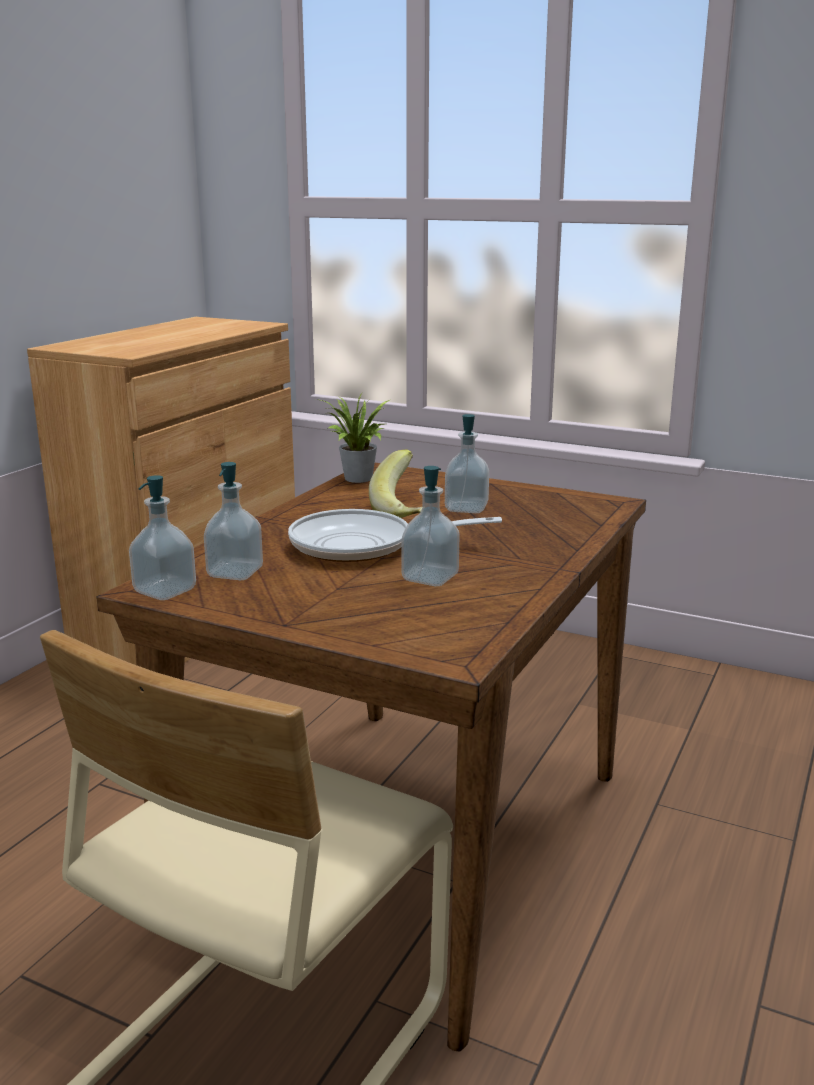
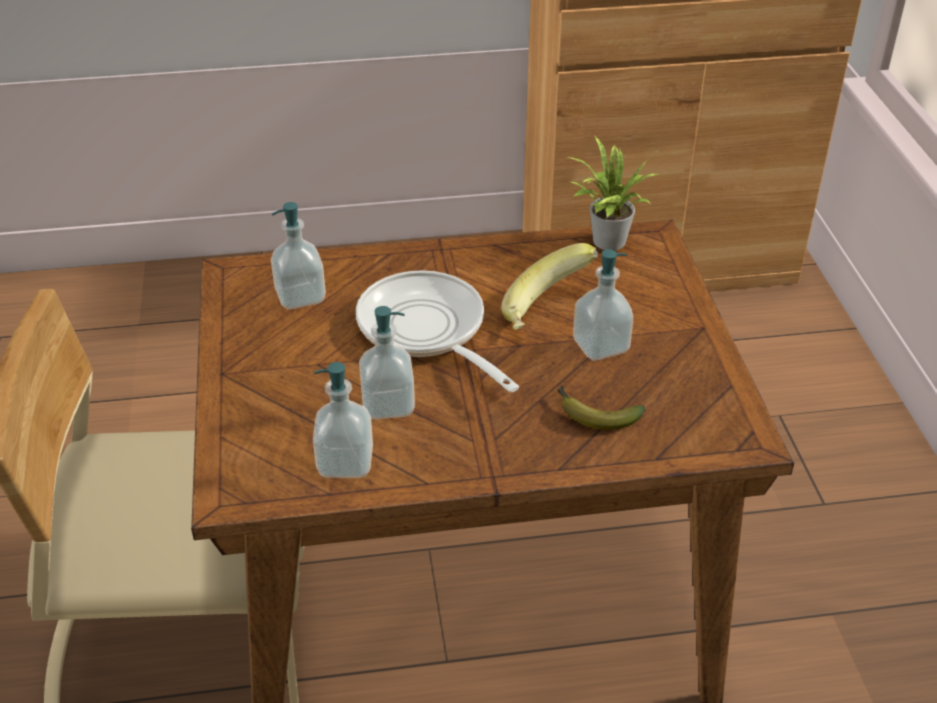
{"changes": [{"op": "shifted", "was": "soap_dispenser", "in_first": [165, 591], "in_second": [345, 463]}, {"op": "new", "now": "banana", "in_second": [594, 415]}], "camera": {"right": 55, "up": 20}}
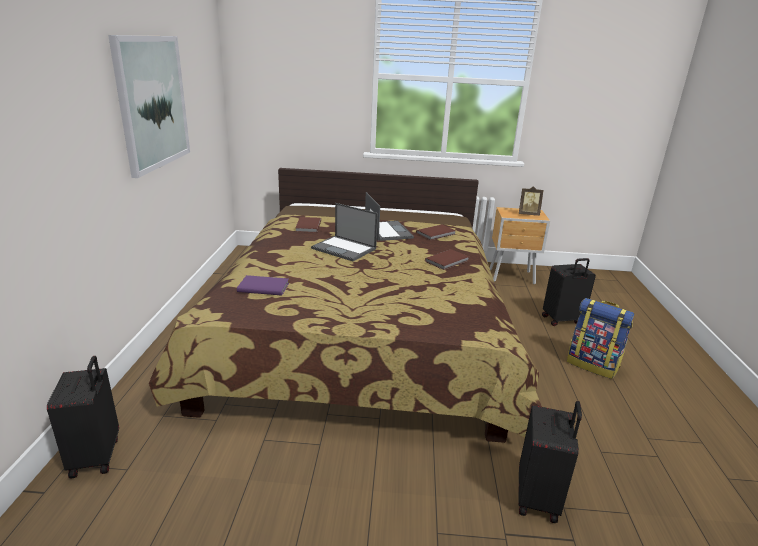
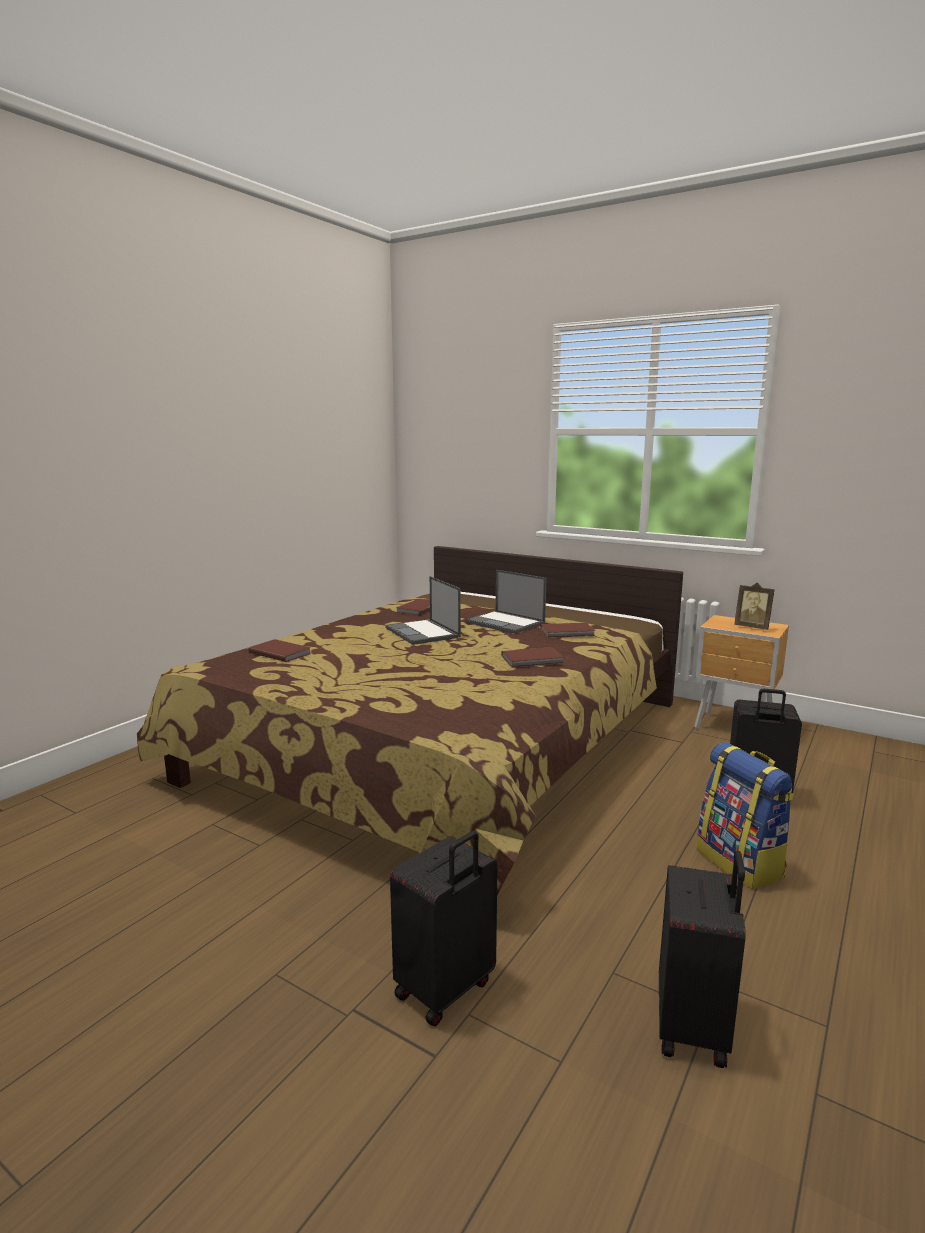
{"changes": [{"op": "gone", "was": "picture", "in_first": [152, 102]}, {"op": "rotated", "was": "laptop", "in_first": [387, 231], "in_second": [506, 623], "clockwise": 120}, {"op": "repainted", "was": "purple_book", "now": "brown_book", "in_first": [263, 287], "in_second": [280, 652]}, {"op": "shifted", "was": "black_suitcase", "in_first": [97, 456], "in_second": [694, 1027]}], "camera": {"right": 30, "up": -10}}
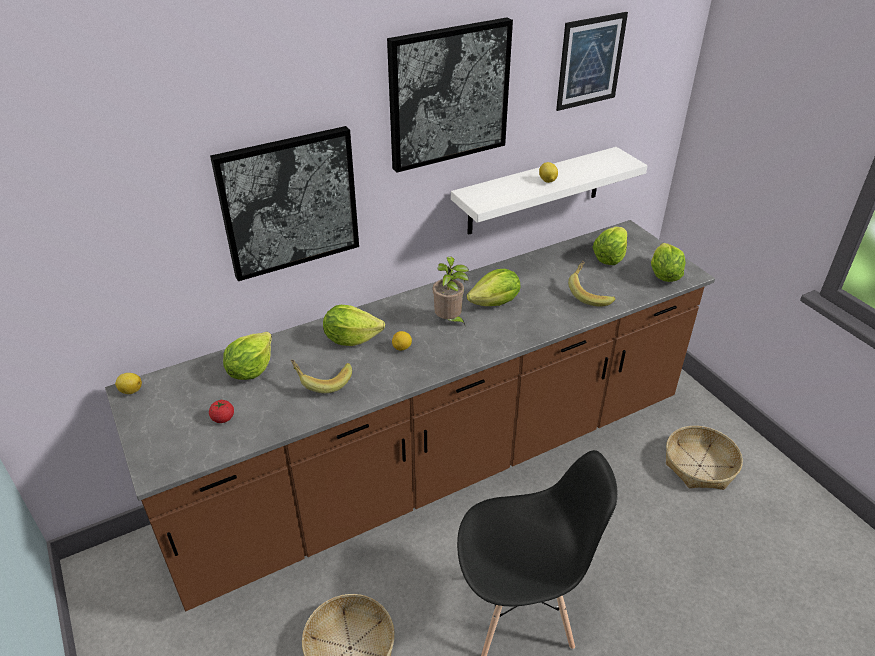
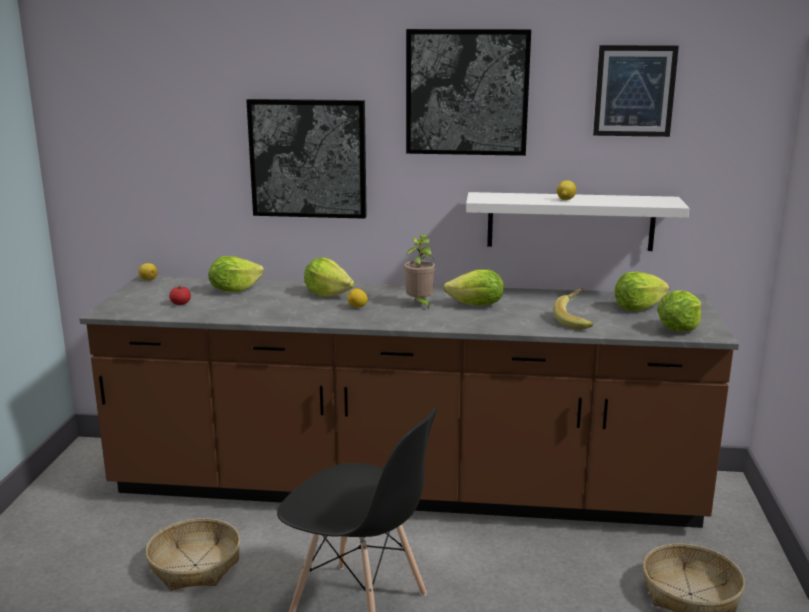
{"changes": [{"op": "gone", "was": "banana", "in_first": [322, 381]}], "camera": {"right": 35, "up": -20}}
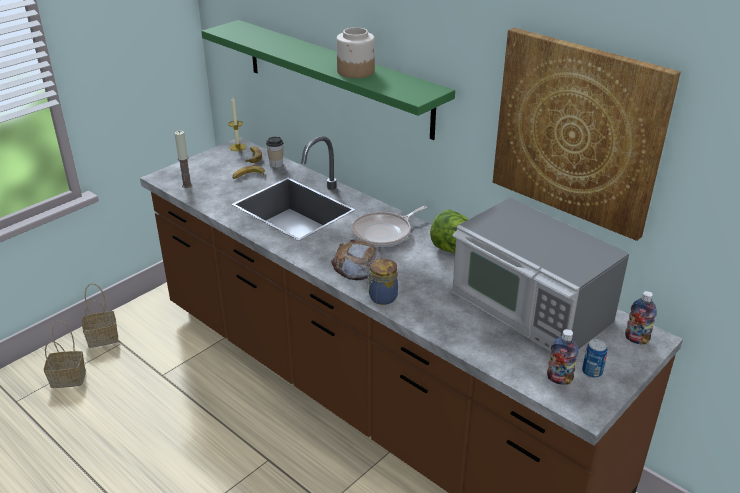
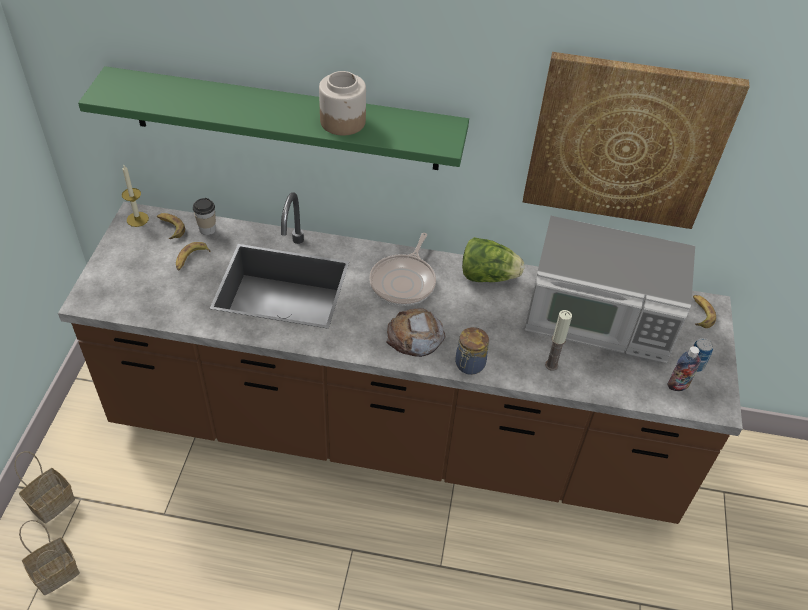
{"changes": [{"op": "shifted", "was": "candle", "in_first": [187, 185], "in_second": [551, 365]}, {"op": "swapped", "was": "bottle", "now": "banana", "in_first": [636, 339], "in_second": [700, 313]}], "camera": {"right": -35, "up": 15}}
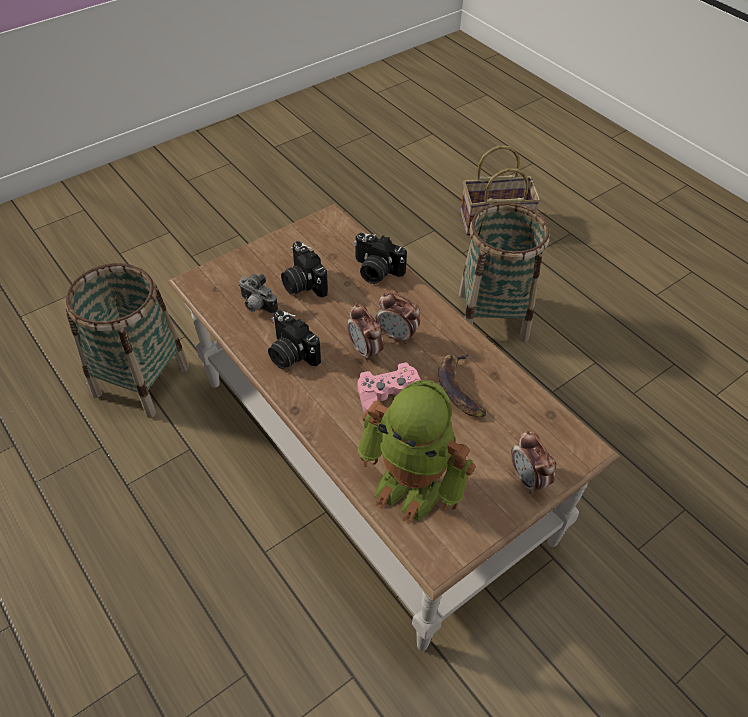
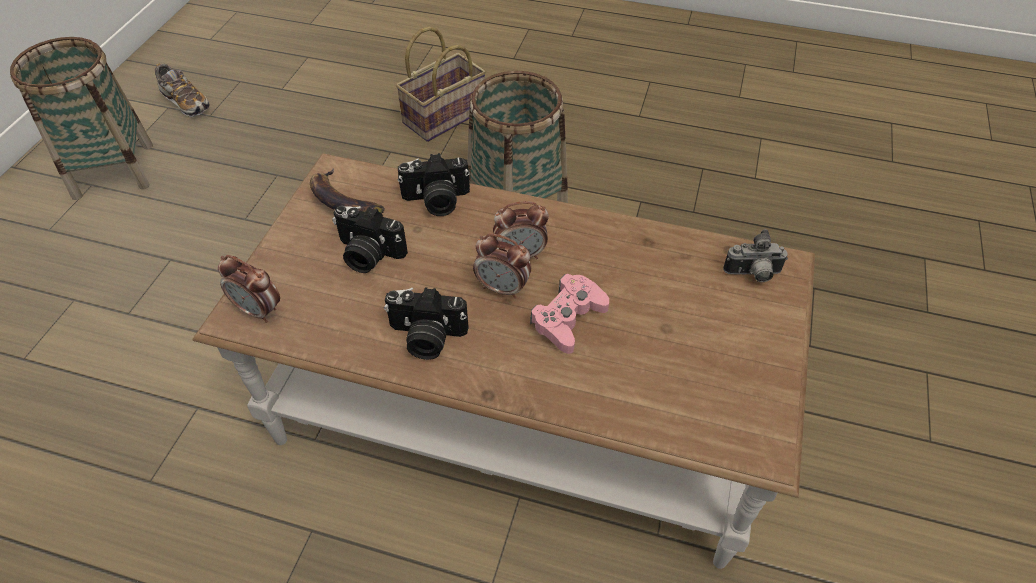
{"changes": [{"op": "shifted", "was": "basket", "in_first": [141, 381], "in_second": [113, 171]}, {"op": "shifted", "was": "photo_camera", "in_first": [256, 306], "in_second": [753, 275]}, {"op": "shifted", "was": "banana", "in_first": [459, 388], "in_second": [343, 201]}, {"op": "gone", "was": "toy_robot", "in_first": [412, 485]}, {"op": "shifted", "was": "alarm_clock", "in_first": [528, 479], "in_second": [259, 310]}, {"op": "new", "now": "shoe", "in_second": [186, 102]}], "camera": {"right": -35, "up": 0}}
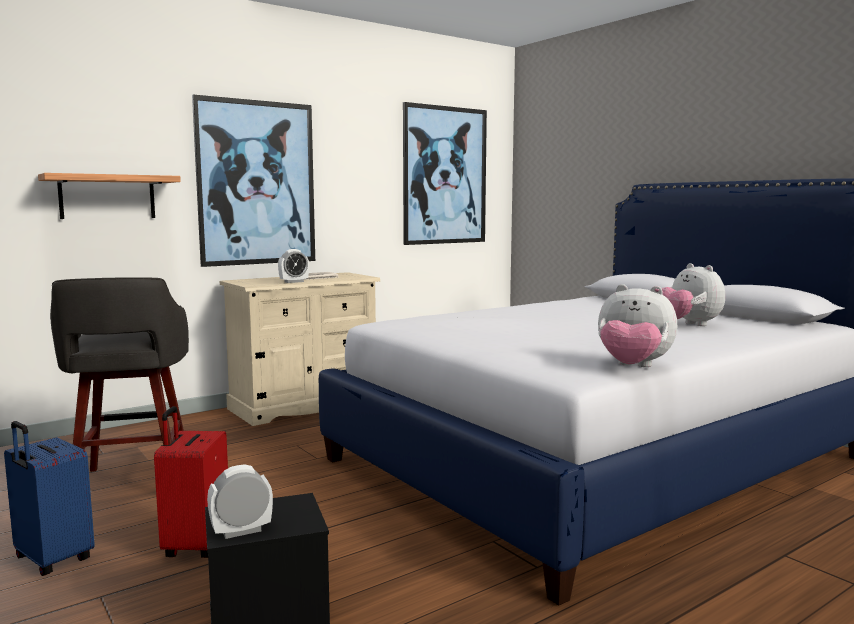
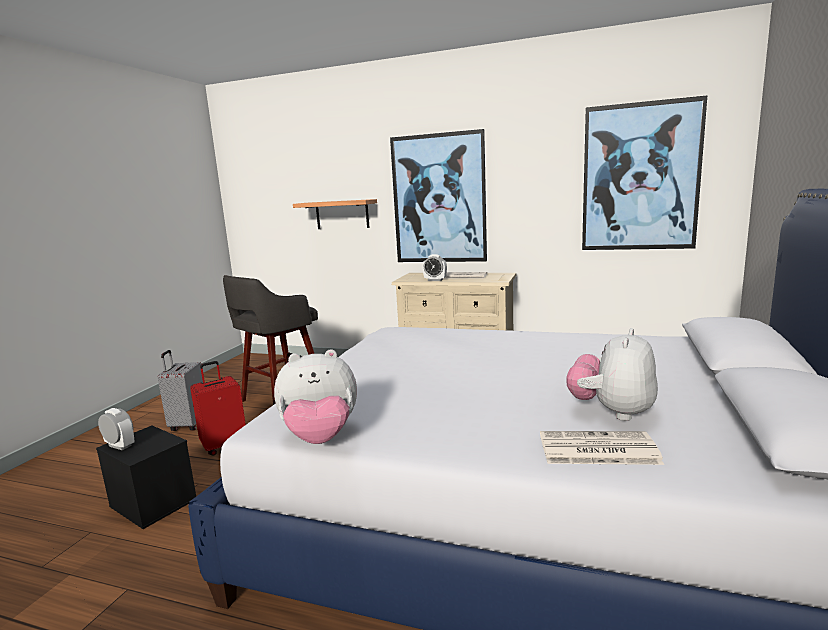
{"changes": [{"op": "rotated", "was": "plush_toy", "in_first": [633, 367], "in_second": [320, 437], "clockwise": -90}, {"op": "repainted", "was": "blue_suitcase", "now": "grey_suitcase", "in_first": [52, 560], "in_second": [188, 424]}, {"op": "new", "now": "newspaper", "in_second": [596, 449]}], "camera": {"right": 55, "up": 5}}
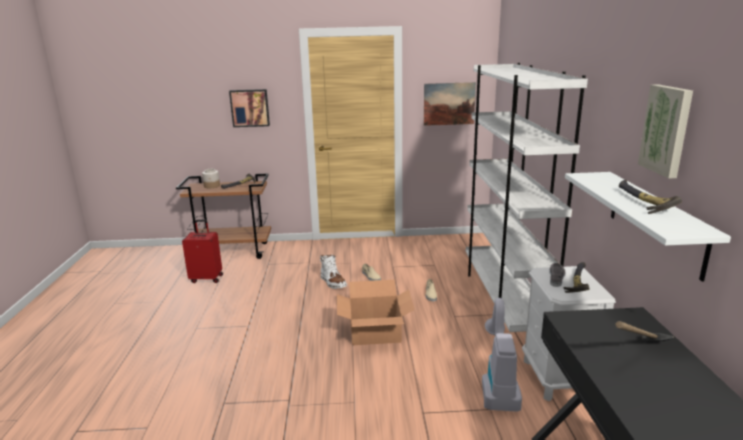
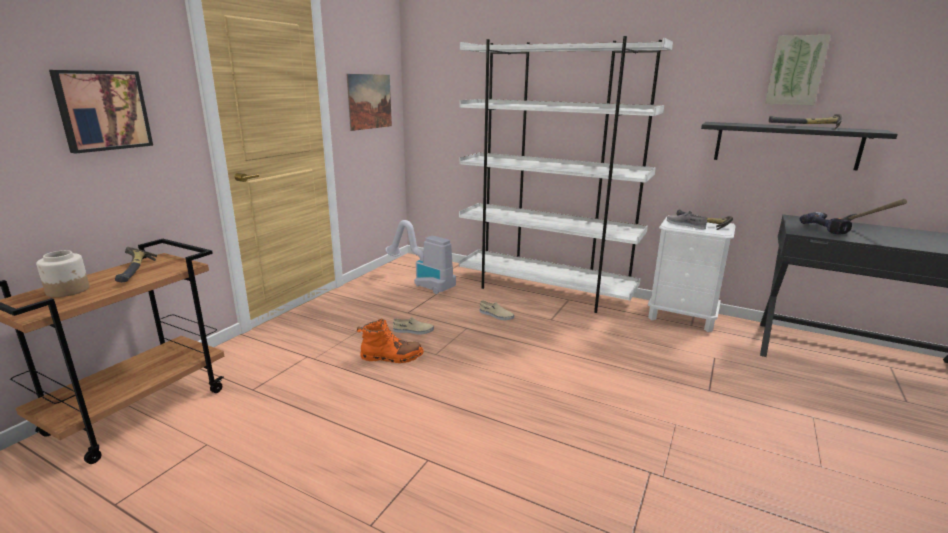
{"changes": [{"op": "repainted", "was": "white_shelf", "now": "black_shelf", "in_first": [655, 221], "in_second": [786, 145]}, {"op": "gone", "was": "red_suitcase", "in_first": [207, 278]}, {"op": "repainted", "was": "white_boot", "now": "orange_boot", "in_first": [332, 282], "in_second": [391, 357]}, {"op": "gone", "was": "cardboard_box", "in_first": [375, 332]}, {"op": "shifted", "was": "vacuum_cleaner", "in_first": [497, 384], "in_second": [423, 283]}, {"op": "new", "now": "power_drill", "in_second": [827, 228]}], "camera": {"right": -60, "up": 0}}
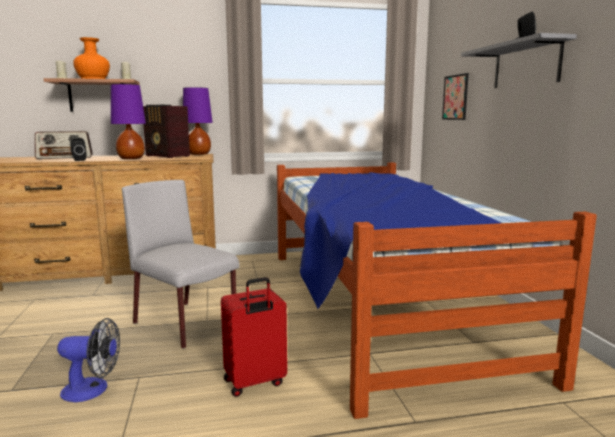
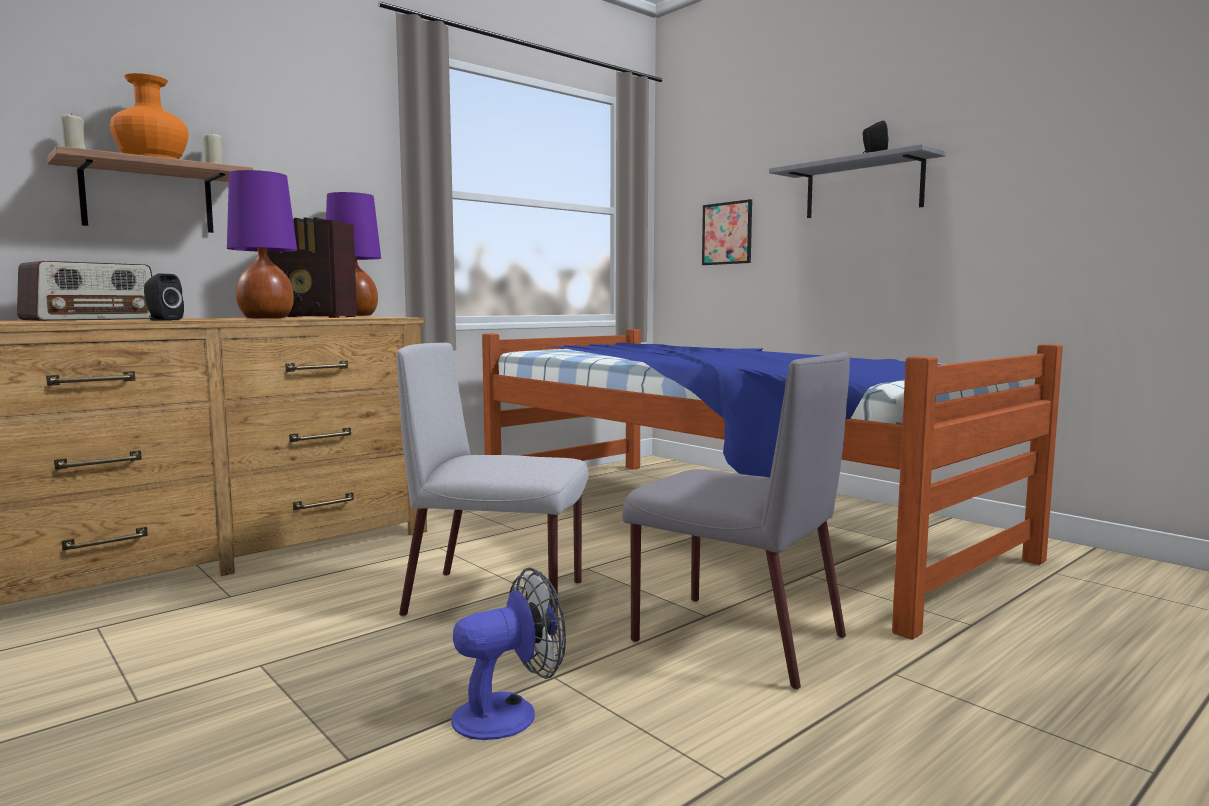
{"changes": [{"op": "swapped", "was": "red_suitcase", "now": "grey_chair", "in_first": [255, 383], "in_second": [734, 638]}], "camera": {"right": -30, "up": -5}}
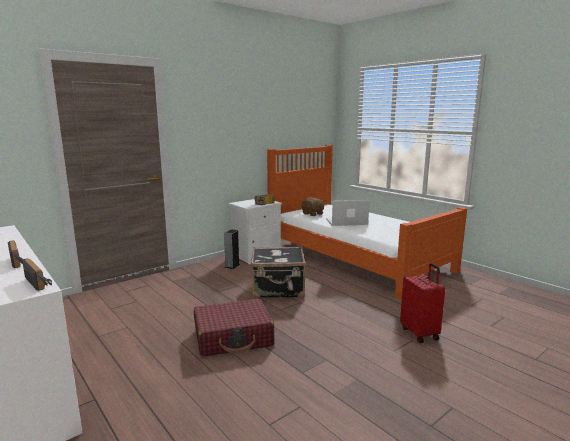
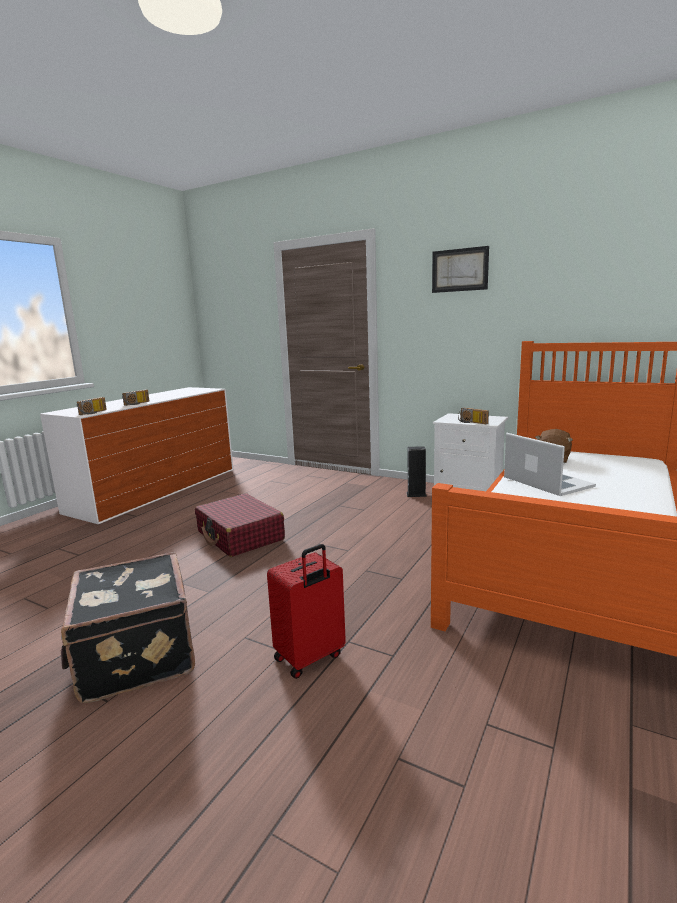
{"changes": [{"op": "shifted", "was": "black_suitcase", "in_first": [278, 289], "in_second": [134, 656]}, {"op": "new", "now": "picture", "in_second": [459, 270]}], "camera": {"right": 70, "up": 0}}
